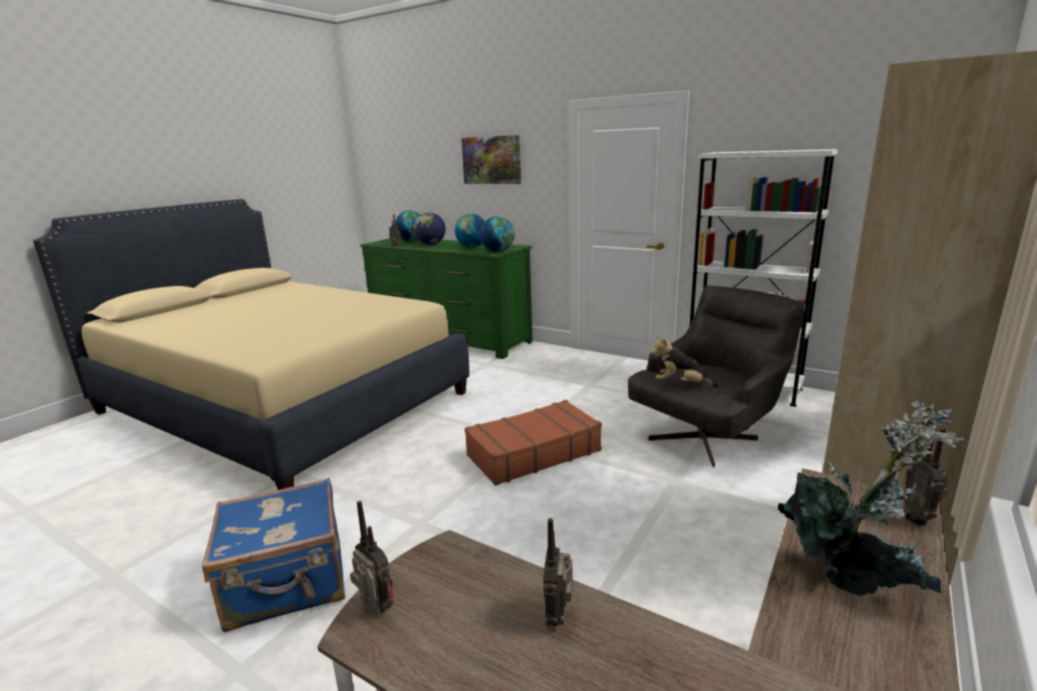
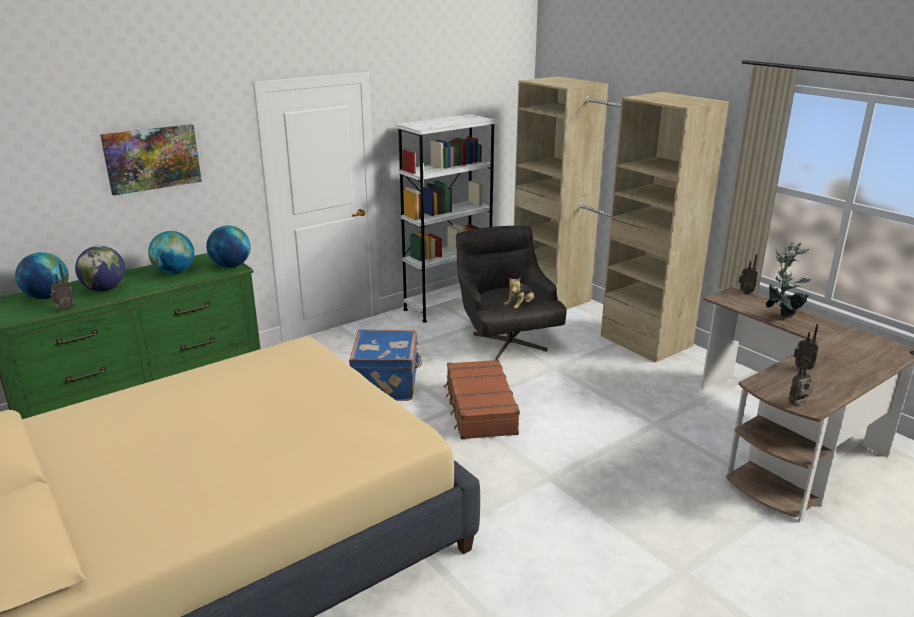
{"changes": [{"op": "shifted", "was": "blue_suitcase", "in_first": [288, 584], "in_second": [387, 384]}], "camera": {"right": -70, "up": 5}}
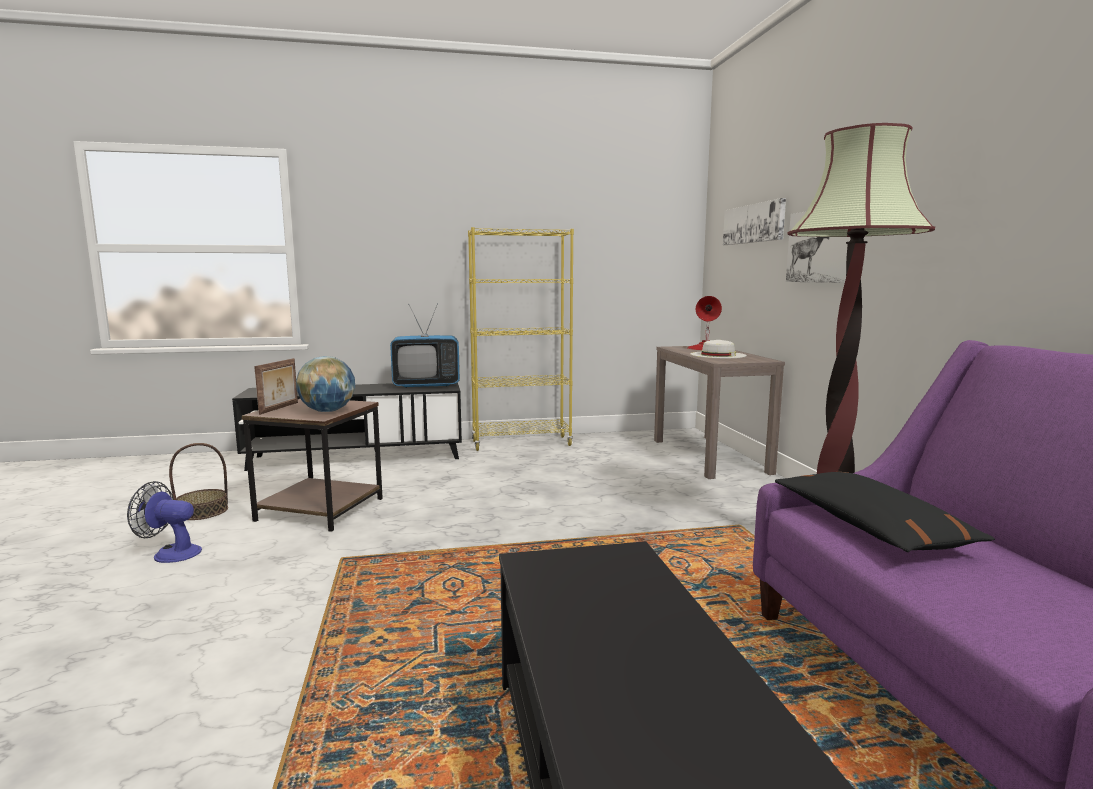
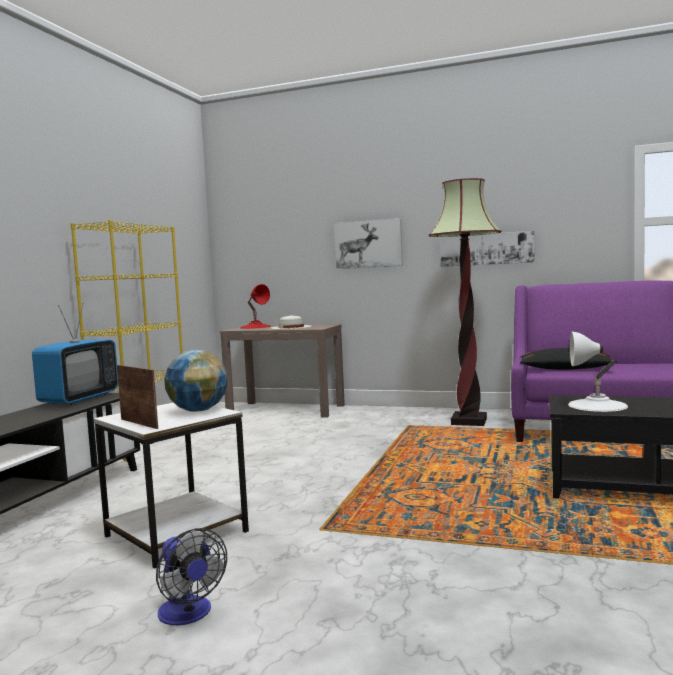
{"changes": [{"op": "shifted", "was": "picture", "in_first": [753, 223], "in_second": [486, 249]}, {"op": "repainted", "was": "brown_side_table", "now": "white_side_table", "in_first": [320, 509], "in_second": [174, 534]}, {"op": "gone", "was": "basket", "in_first": [202, 511]}, {"op": "rotated", "was": "fan", "in_first": [170, 553], "in_second": [188, 615], "clockwise": -75}, {"op": "new", "now": "white_table_lamp", "in_second": [597, 405]}], "camera": {"right": -60, "up": -5}}
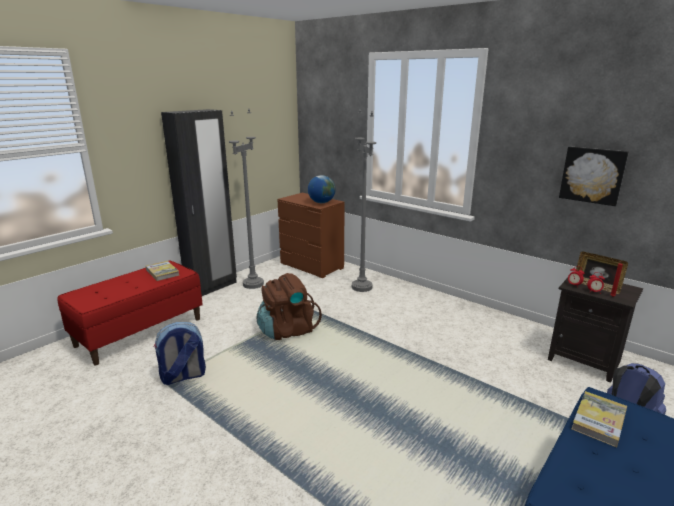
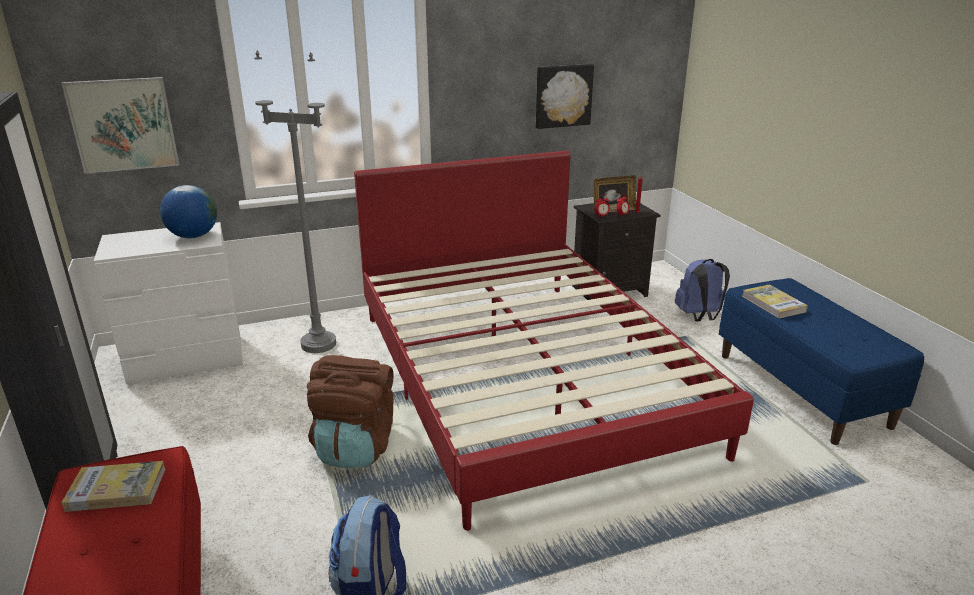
{"changes": [{"op": "gone", "was": "grey_floor_lamp", "in_first": [253, 284]}, {"op": "repainted", "was": "brown_dresser", "now": "white_dresser", "in_first": [312, 266], "in_second": [188, 360]}, {"op": "new", "now": "picture", "in_second": [123, 125]}, {"op": "new", "now": "red_bed", "in_second": [524, 377]}], "camera": {"right": -60, "up": 5}}
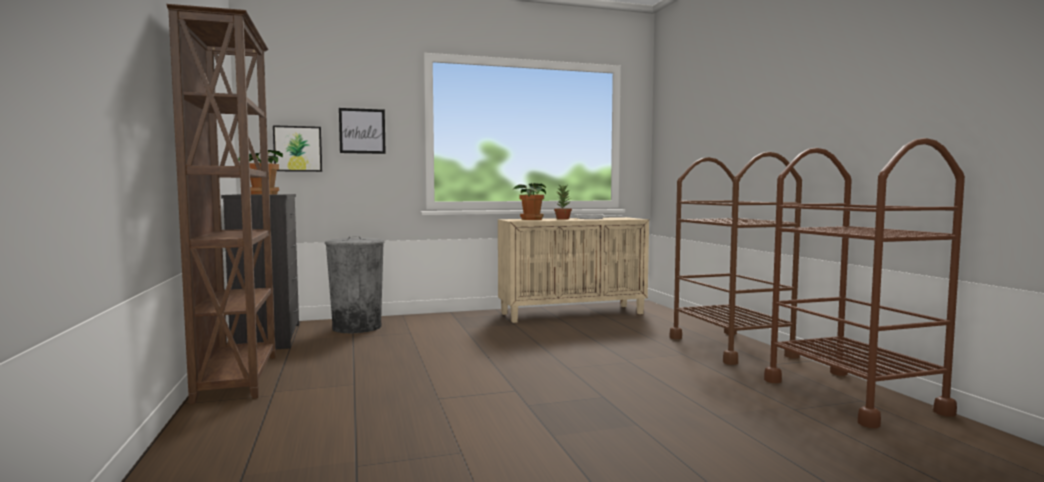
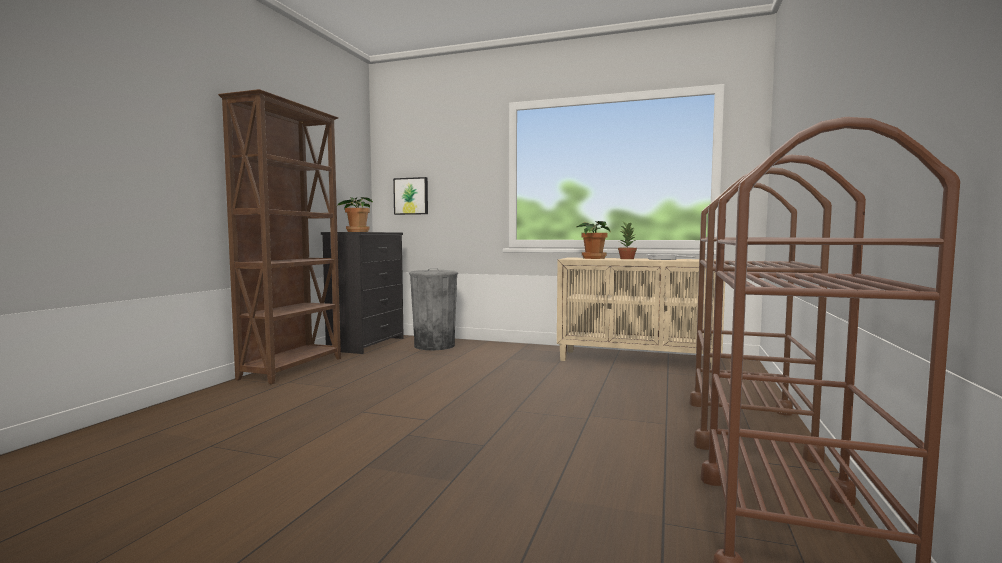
{"changes": [{"op": "gone", "was": "picture", "in_first": [362, 131]}], "camera": {"right": 35, "up": 0}}
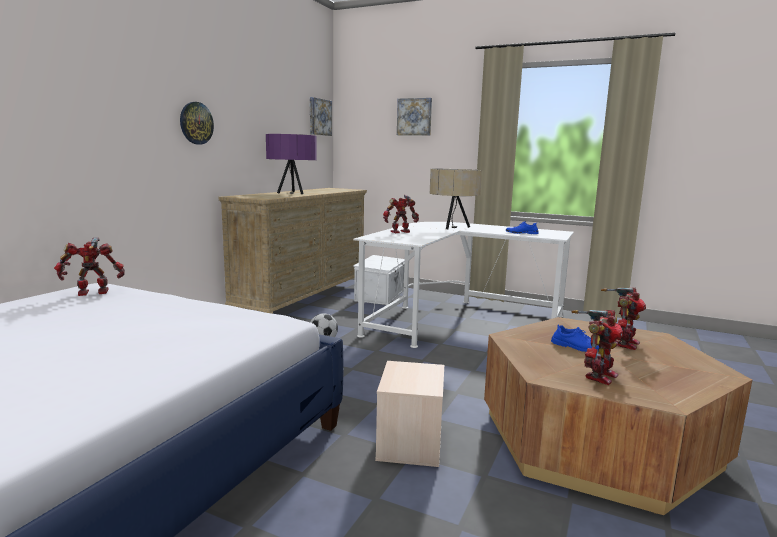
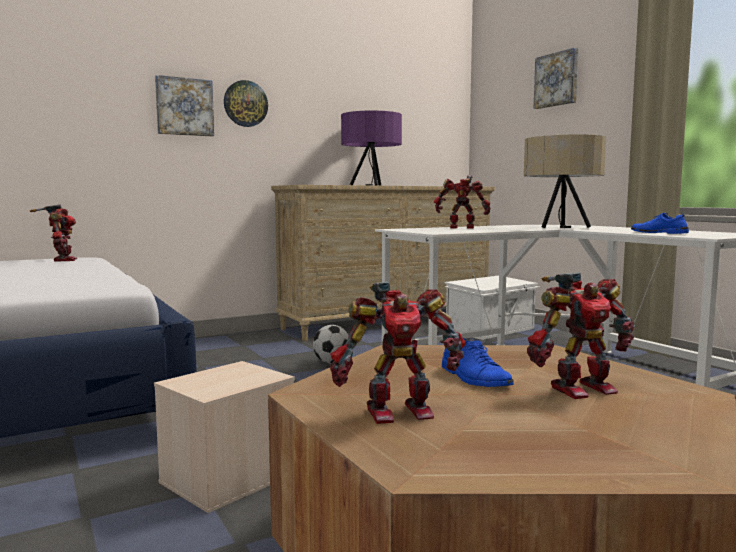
{"changes": [{"op": "shifted", "was": "picture", "in_first": [319, 117], "in_second": [184, 107]}, {"op": "rotated", "was": "toy_robot", "in_first": [93, 293], "in_second": [62, 260], "clockwise": 60}], "camera": {"right": 35, "up": -5}}
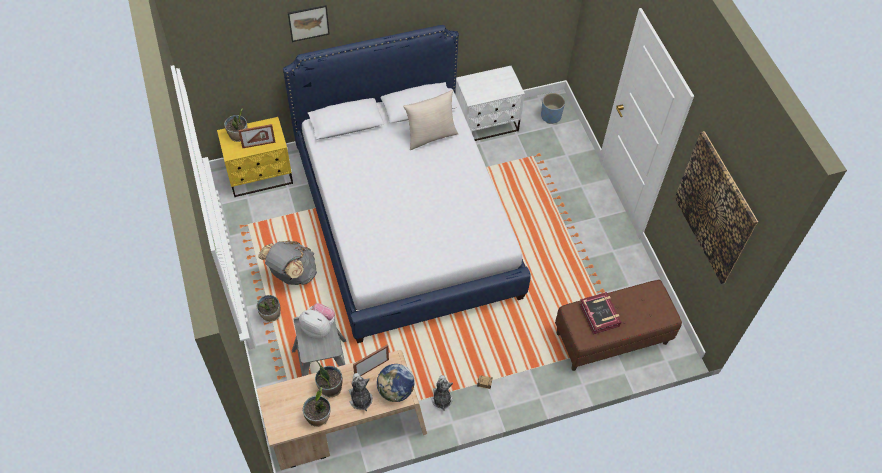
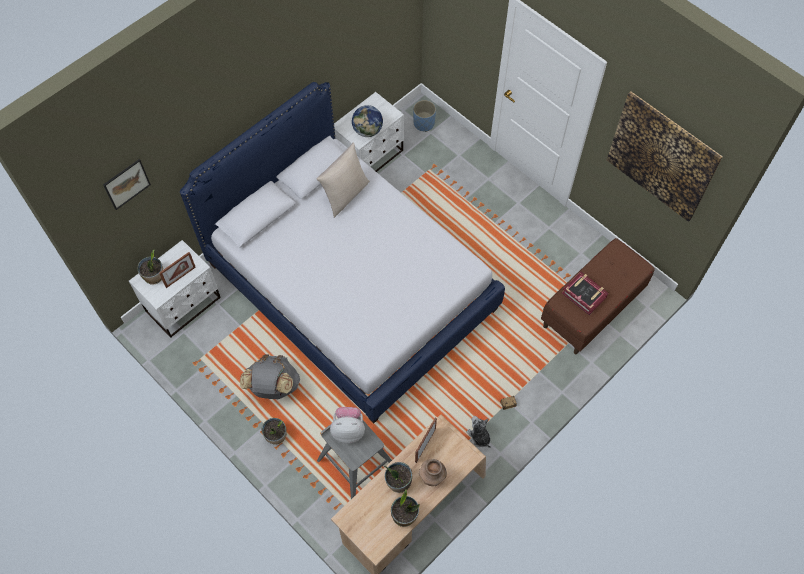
{"changes": [{"op": "shifted", "was": "picture", "in_first": [308, 23], "in_second": [126, 184]}, {"op": "repainted", "was": "yellow_nightstand", "now": "white_nightstand", "in_first": [260, 176], "in_second": [184, 305]}, {"op": "shifted", "was": "globe", "in_first": [396, 390], "in_second": [368, 131]}, {"op": "swapped", "was": "plush_toy", "now": "brown_vase", "in_first": [360, 398], "in_second": [432, 478]}], "camera": {"right": -25, "up": 5}}
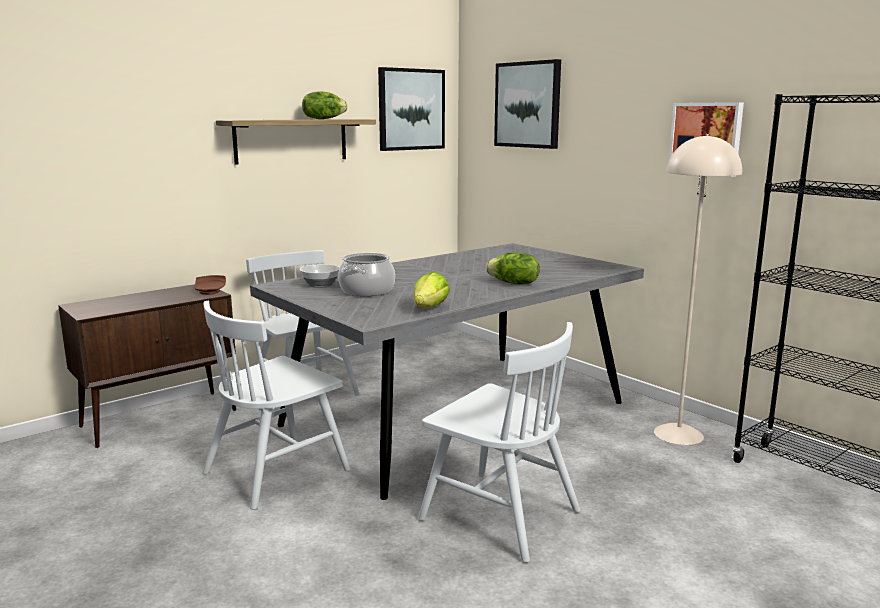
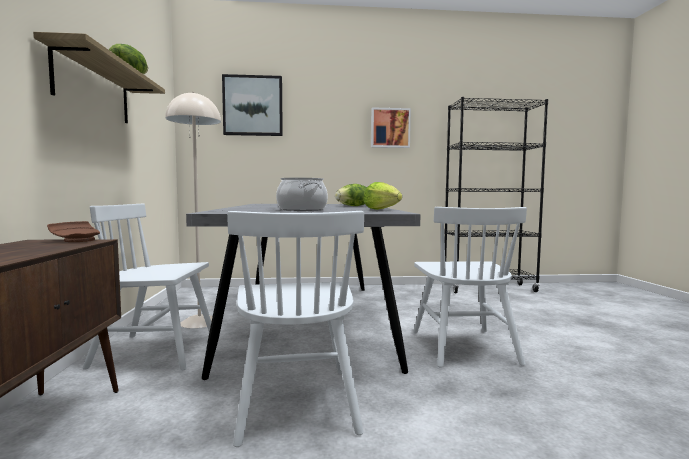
{"changes": [{"op": "gone", "was": "picture", "in_first": [411, 109]}, {"op": "shifted", "was": "beige_floor_lamp", "in_first": [679, 434], "in_second": [200, 322]}, {"op": "gone", "was": "bowl", "in_first": [321, 285]}, {"op": "rotated", "was": "white_chair", "in_first": [499, 514], "in_second": [463, 347], "clockwise": 105}], "camera": {"right": -55, "up": -10}}
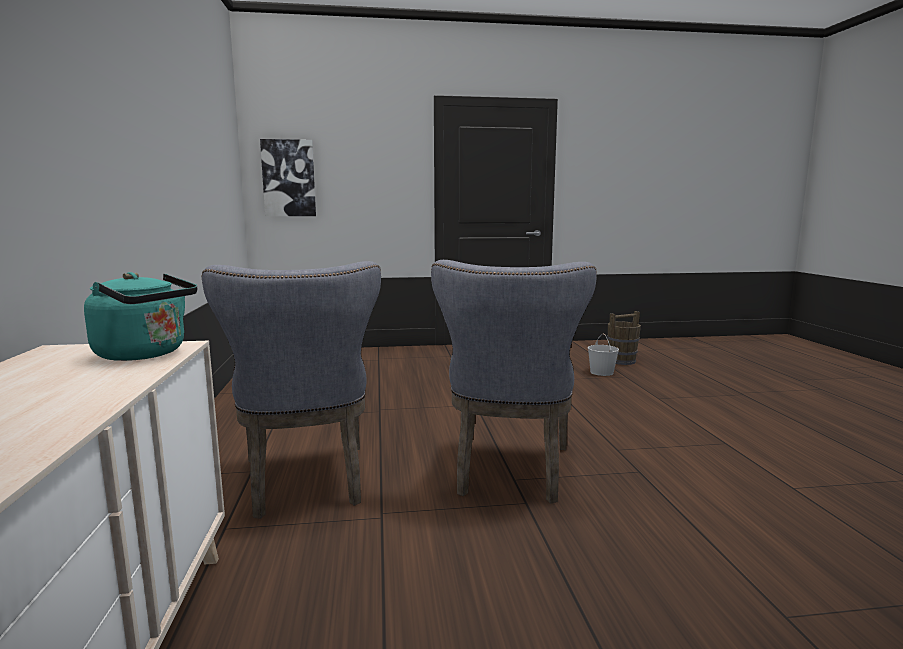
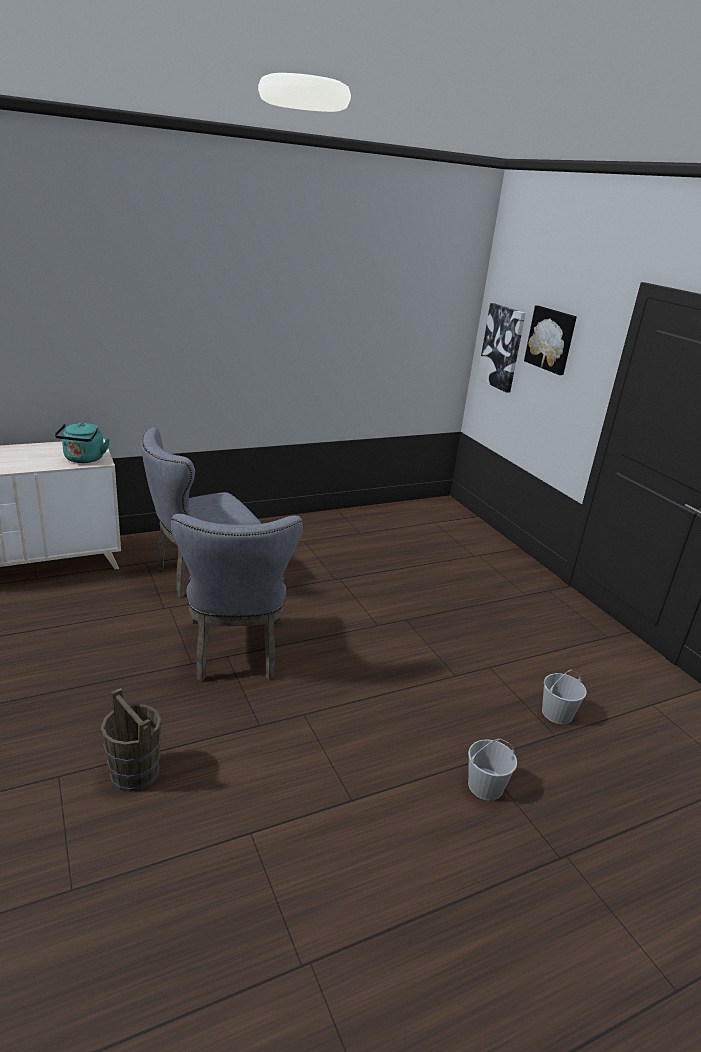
{"changes": [{"op": "rotated", "was": "grey_chair", "in_first": [510, 473], "in_second": [236, 653], "clockwise": -90}, {"op": "shifted", "was": "brown_bucket", "in_first": [622, 361], "in_second": [135, 773]}, {"op": "new", "now": "picture", "in_second": [551, 339]}, {"op": "new", "now": "white_bucket", "in_second": [485, 786]}], "camera": {"right": 70, "up": 15}}
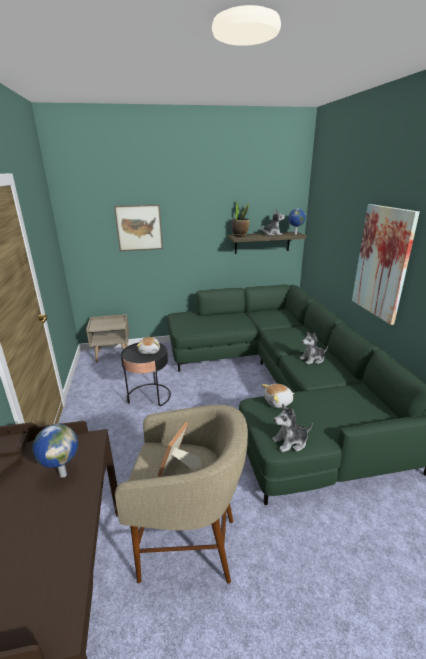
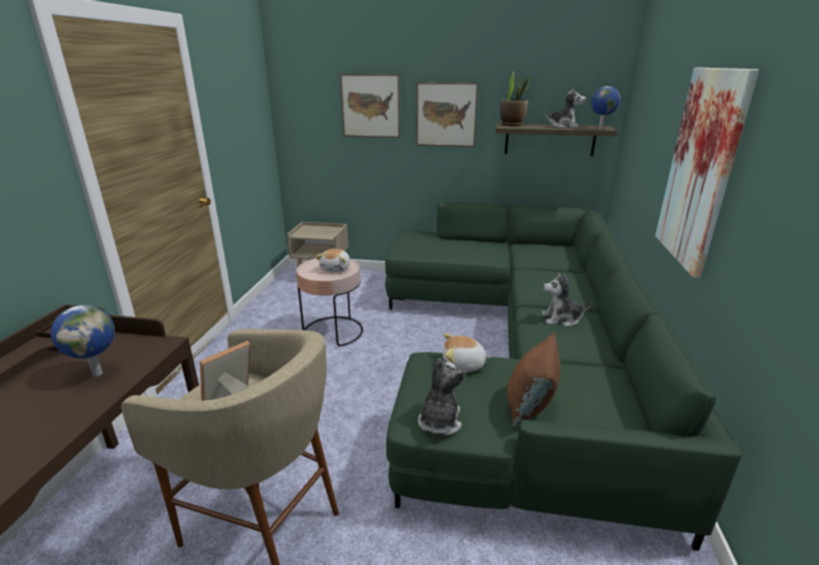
{"changes": [{"op": "repainted", "was": "black_side_table", "now": "pink_side_table", "in_first": [149, 396], "in_second": [333, 332]}, {"op": "rotated", "was": "plush_toy", "in_first": [290, 442], "in_second": [439, 421], "clockwise": 105}, {"op": "new", "now": "picture", "in_second": [446, 115]}, {"op": "new", "now": "brown_pillow", "in_second": [530, 405]}], "camera": {"right": 20, "up": 0}}
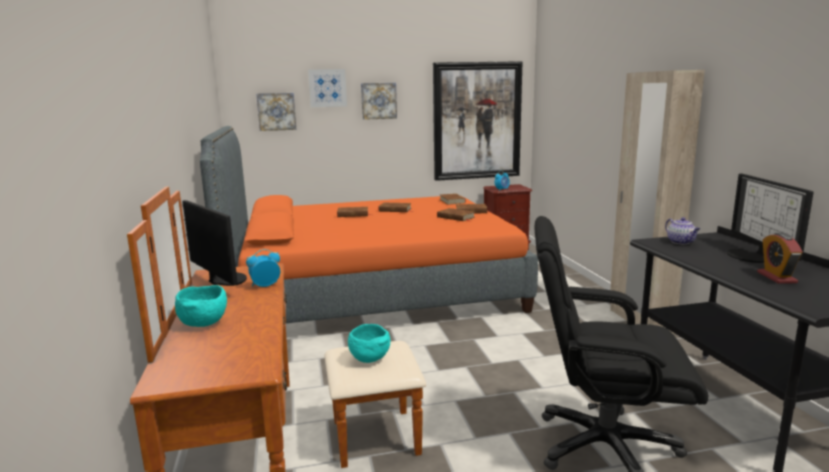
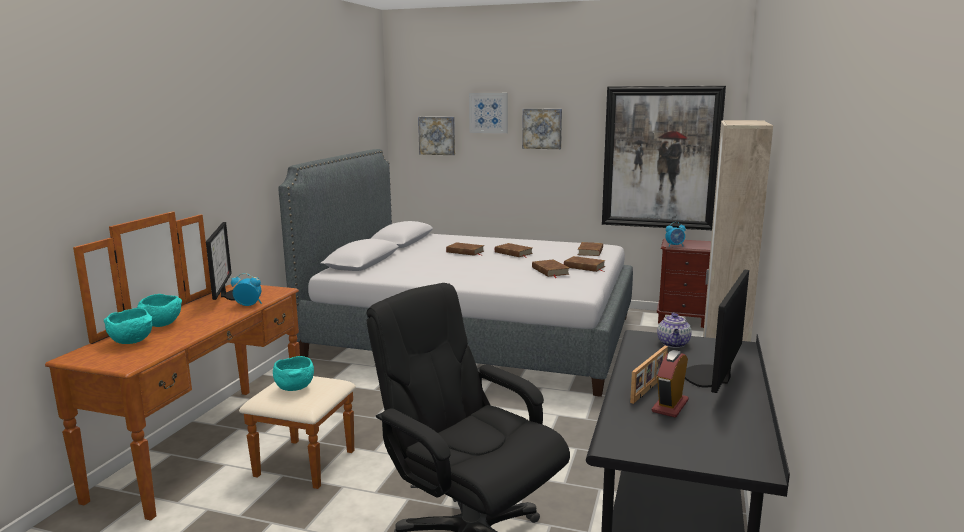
{"changes": [{"op": "repainted", "was": "orange_bed", "now": "grey_bed", "in_first": [370, 291], "in_second": [472, 336]}, {"op": "new", "now": "turquoise_bowl", "in_second": [133, 342]}, {"op": "new", "now": "picture_frame", "in_second": [650, 388]}], "camera": {"right": 30, "up": 0}}
